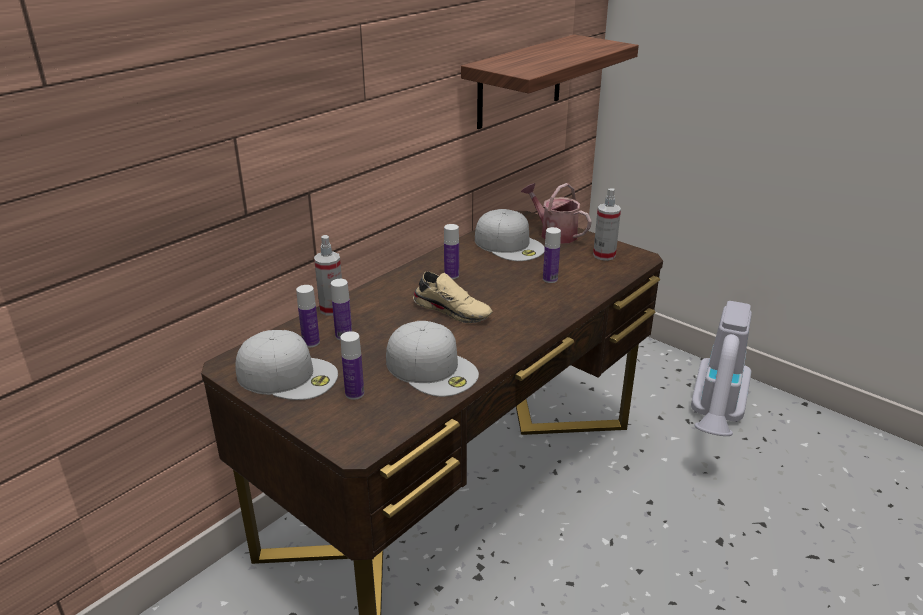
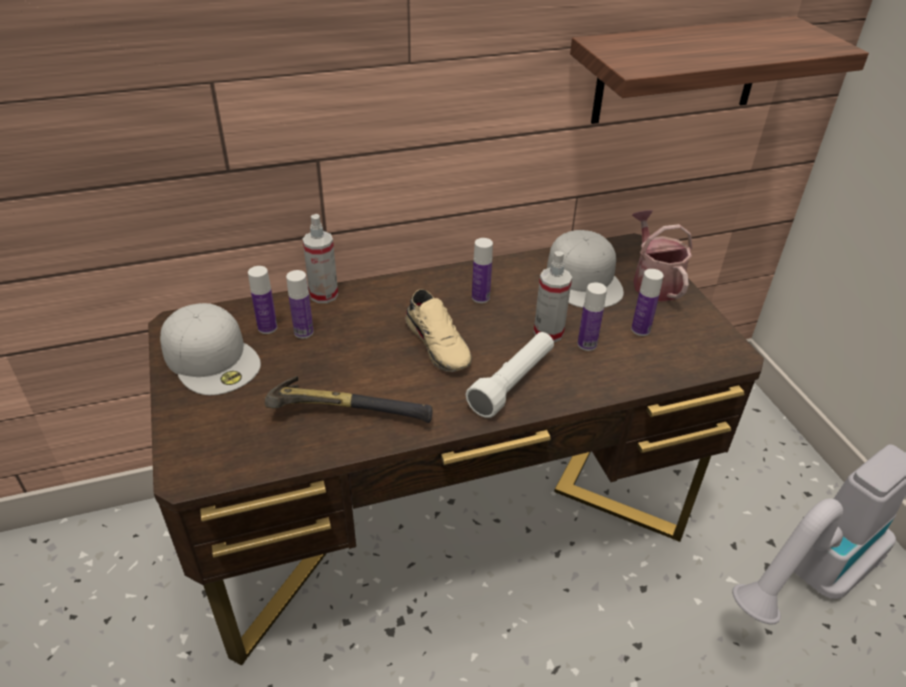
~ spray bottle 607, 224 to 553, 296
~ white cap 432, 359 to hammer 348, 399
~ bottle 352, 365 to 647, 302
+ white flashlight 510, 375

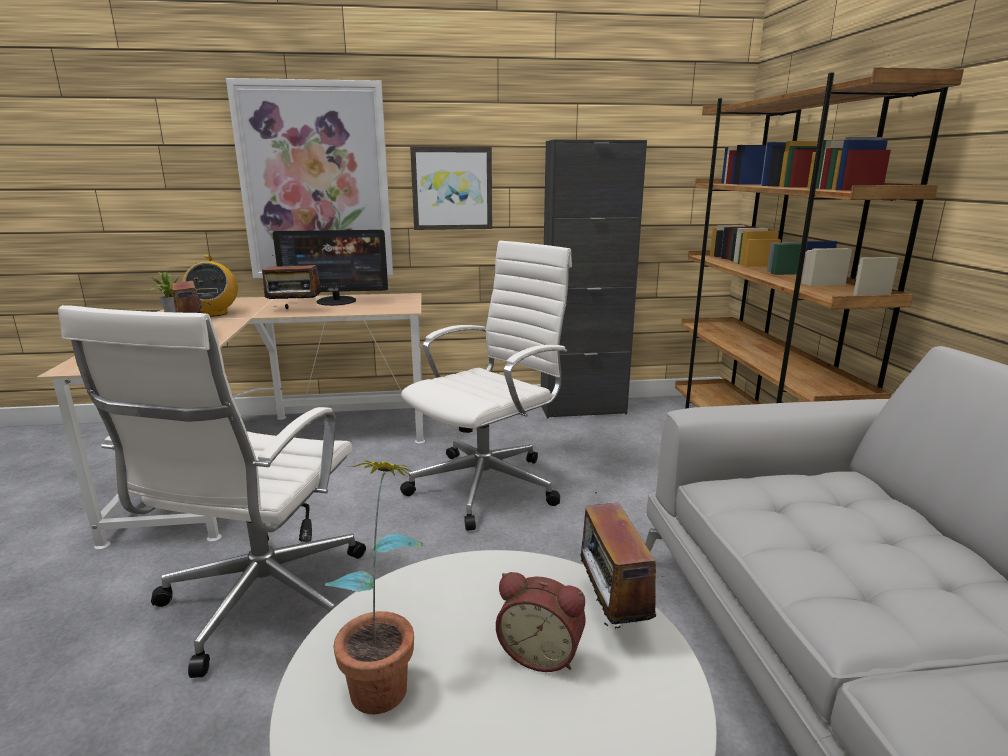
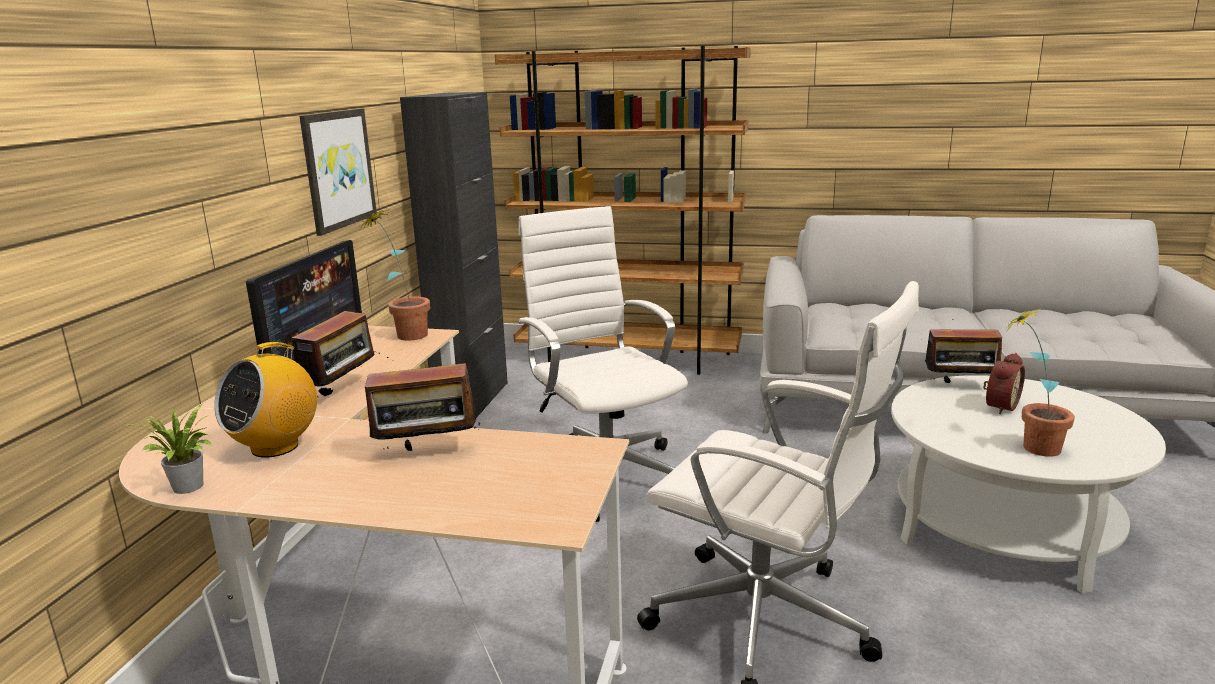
- picture 309, 178
~ radio 210, 286 = 265, 400 120 degrees clockwise
+ potted plant 394, 274

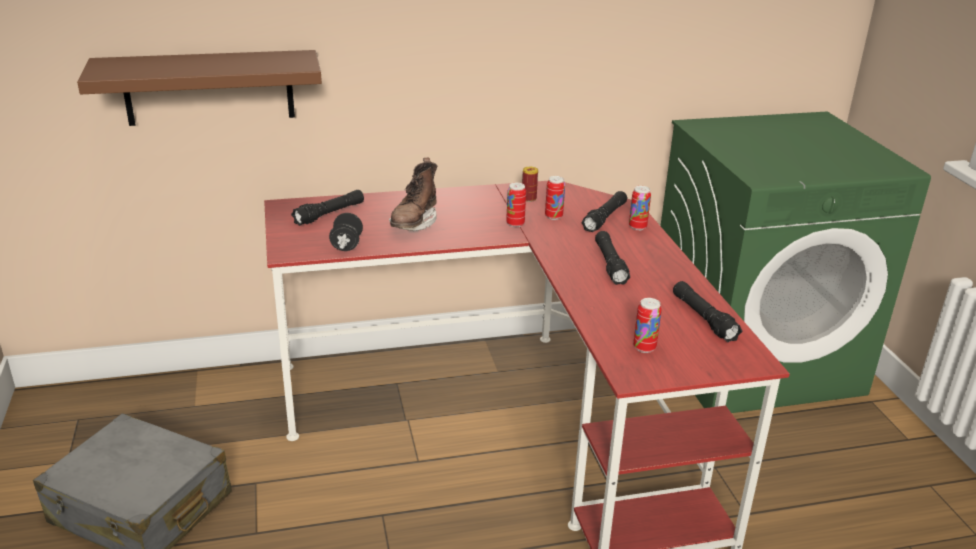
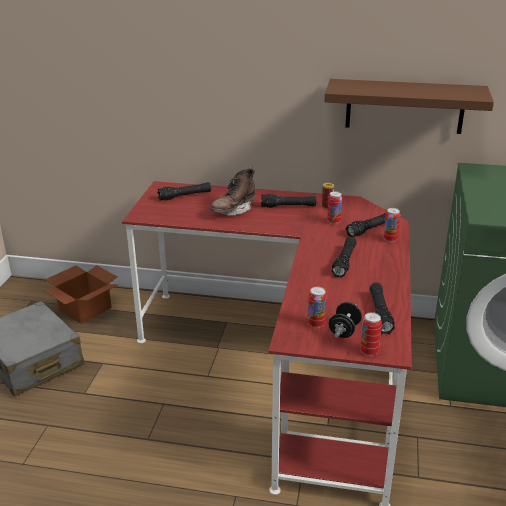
~ brown shelf 199, 88 to 409, 106
~ can 516, 205 to 371, 334
~ black dumbbell 346, 232 to 345, 320
+ black flashlight 288, 201
+ cardboard box 81, 294

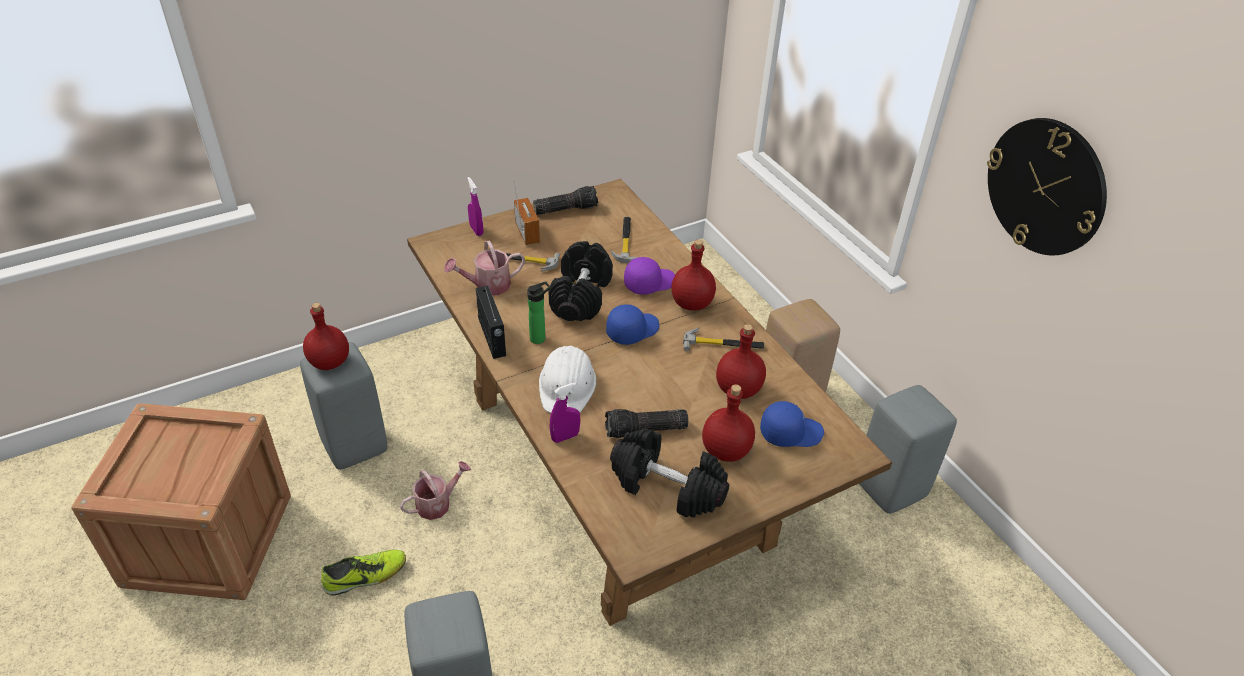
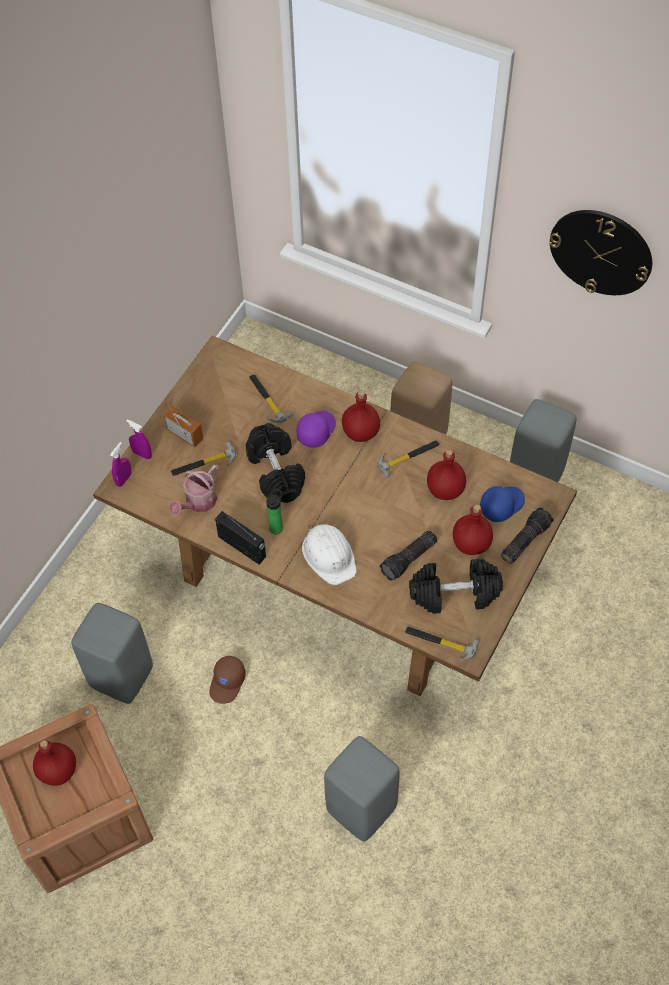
~ flashlight 565, 200 to 527, 535
~ red bottle 326, 336 to 54, 763
- blue cap 632, 324
~ purple spray bottle 565, 412 to 121, 464
~ watering can 435, 490 to brown cap 227, 680
- shoe 363, 572
+ hammer 442, 644

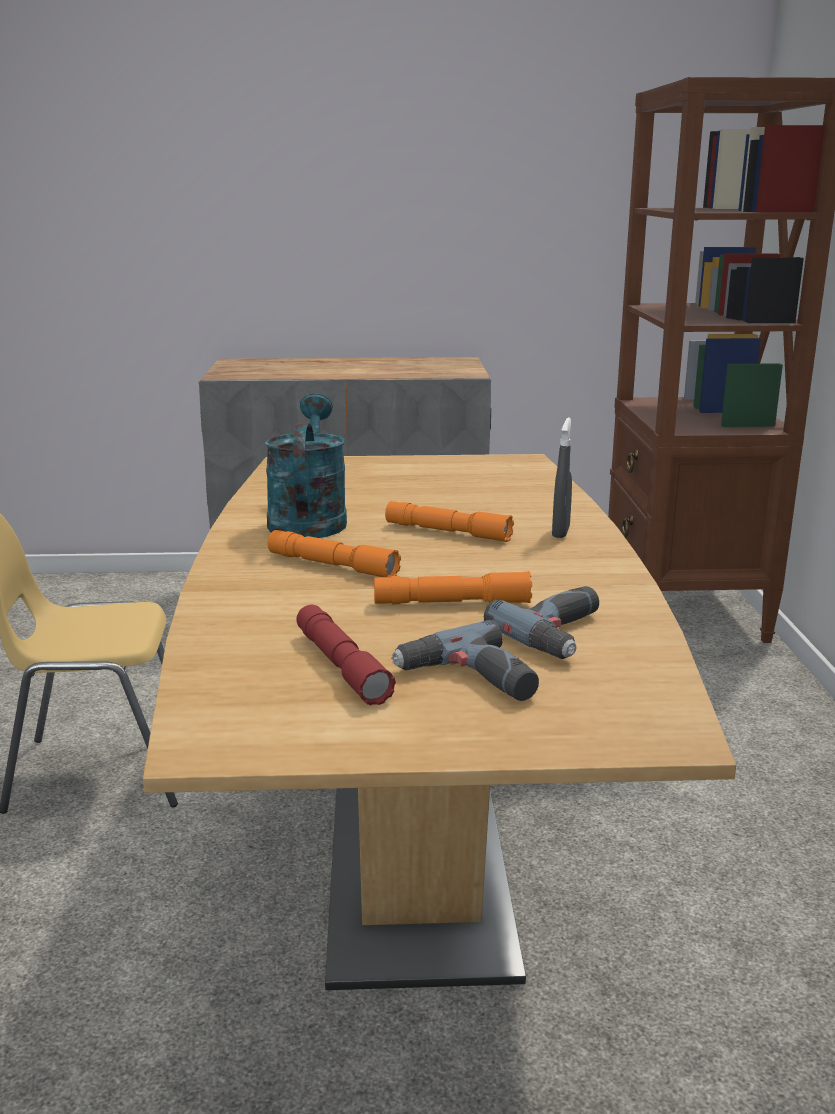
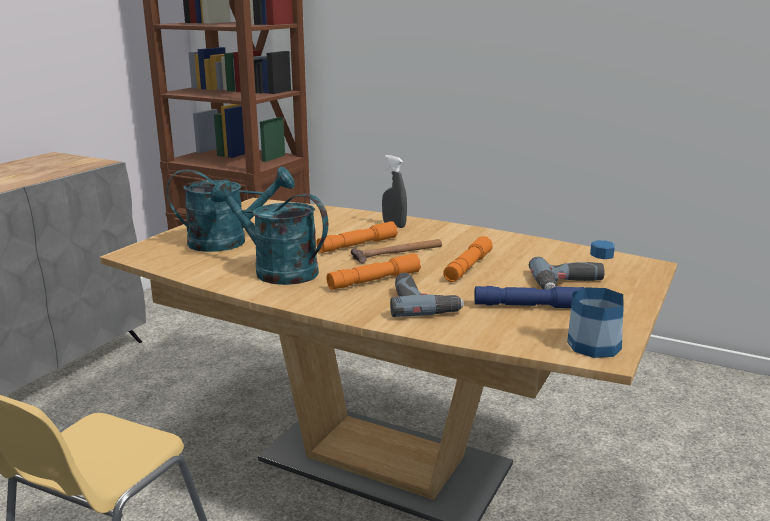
~ power drill 541, 622 to 427, 295
~ red flashlight 346, 655 to blue flashlight 529, 297
+ turquoise watering can 230, 209
+ hammer 396, 251
+ bottle 595, 299

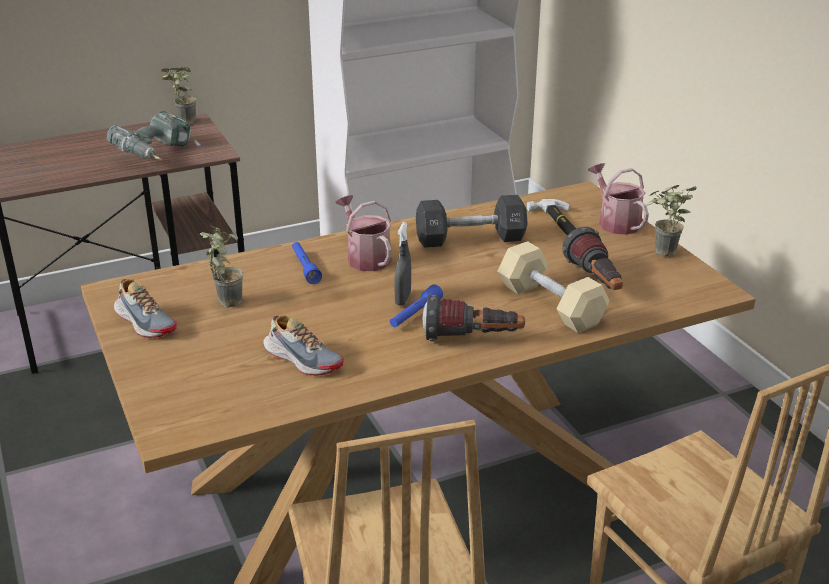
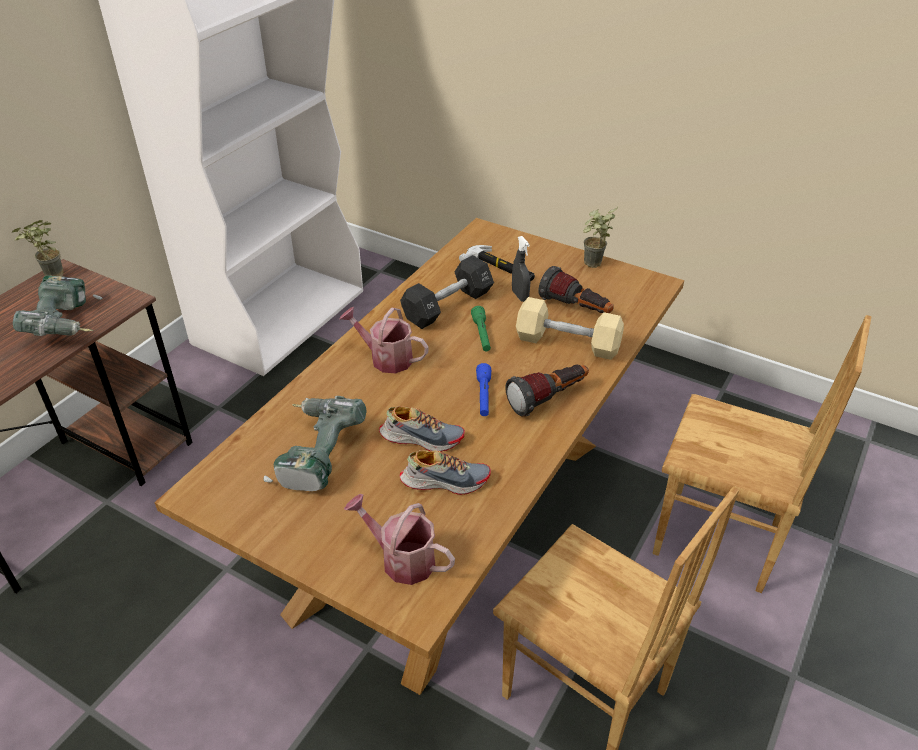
~ watering can 618, 199 to 399, 539
~ grey spray bottle 403, 264 to 521, 269
~ potted plant 221, 266 to power drill 315, 443
- blue flashlight 307, 263
~ shoe 145, 308 to 422, 429
+ green flashlight 481, 328

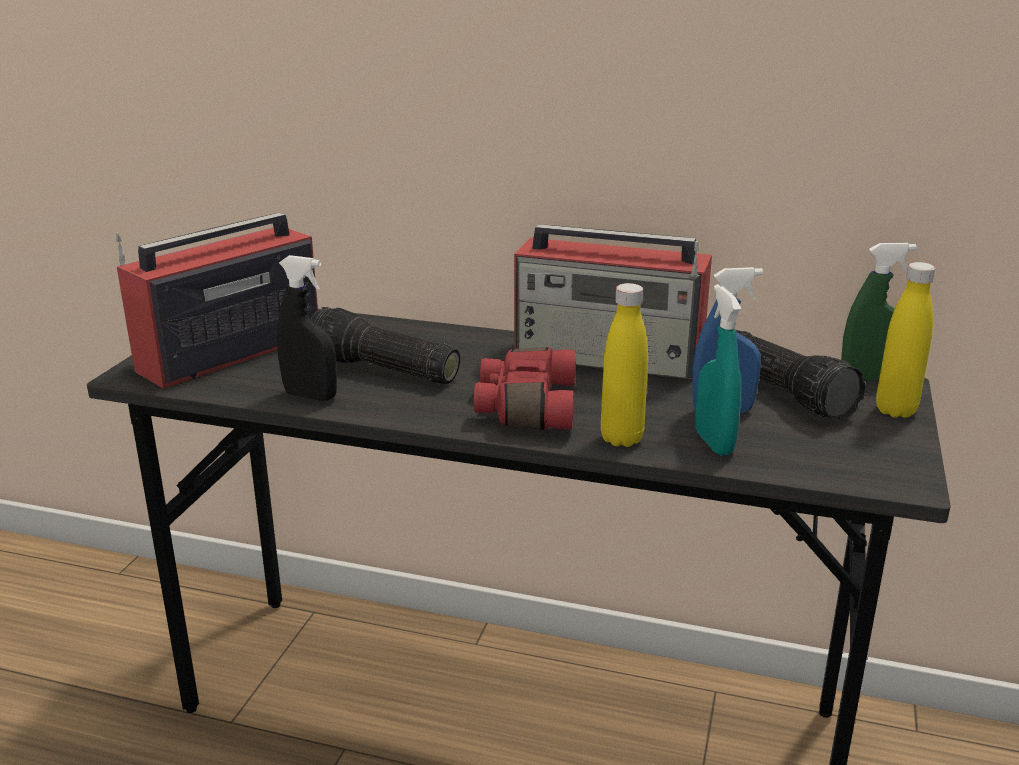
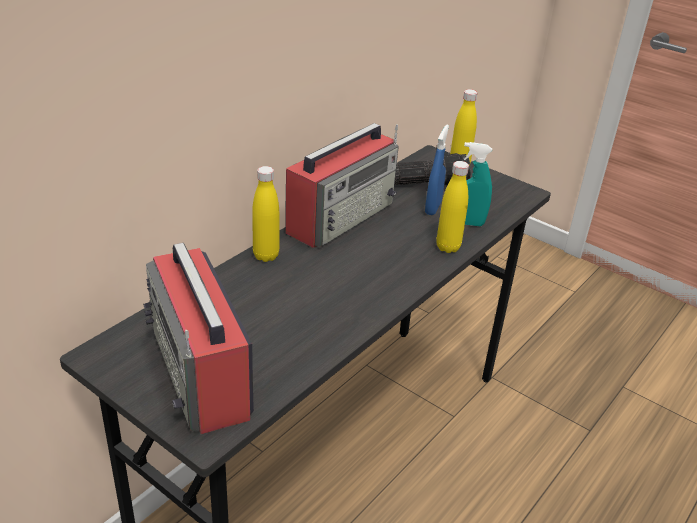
- green spray bottle 879, 311
- black spray bottle 307, 328
- flashlight 385, 345
- red binoculars 525, 388
+ yellow bottle 265, 214

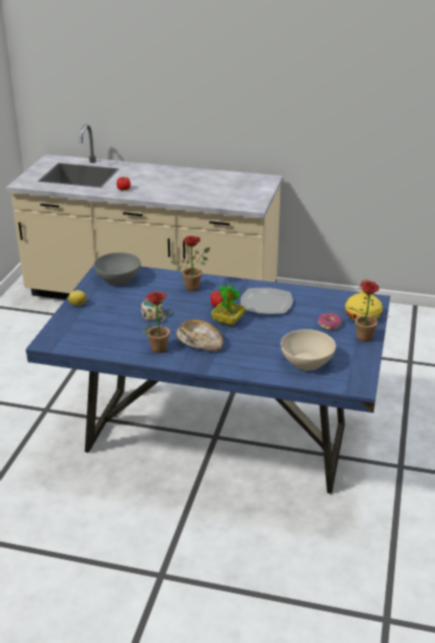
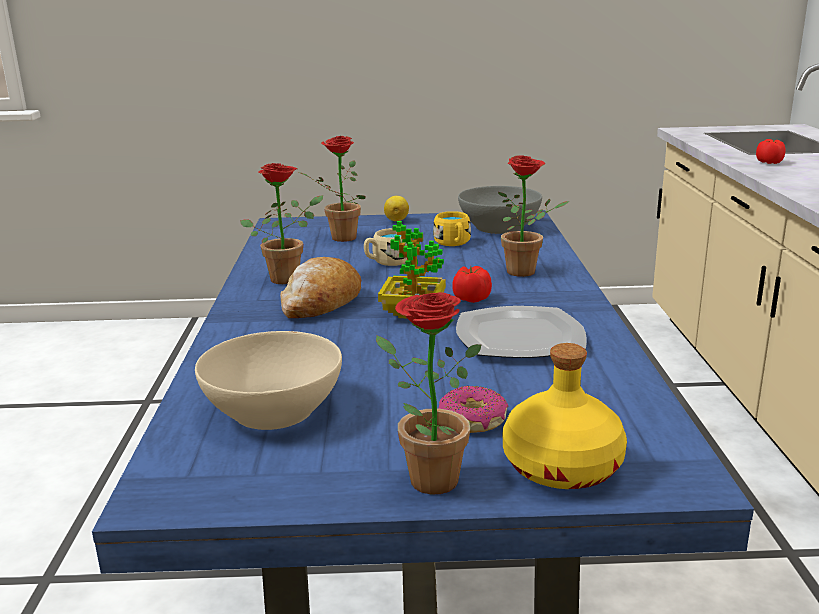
+ potted plant 332, 189
+ yellow mug 452, 228

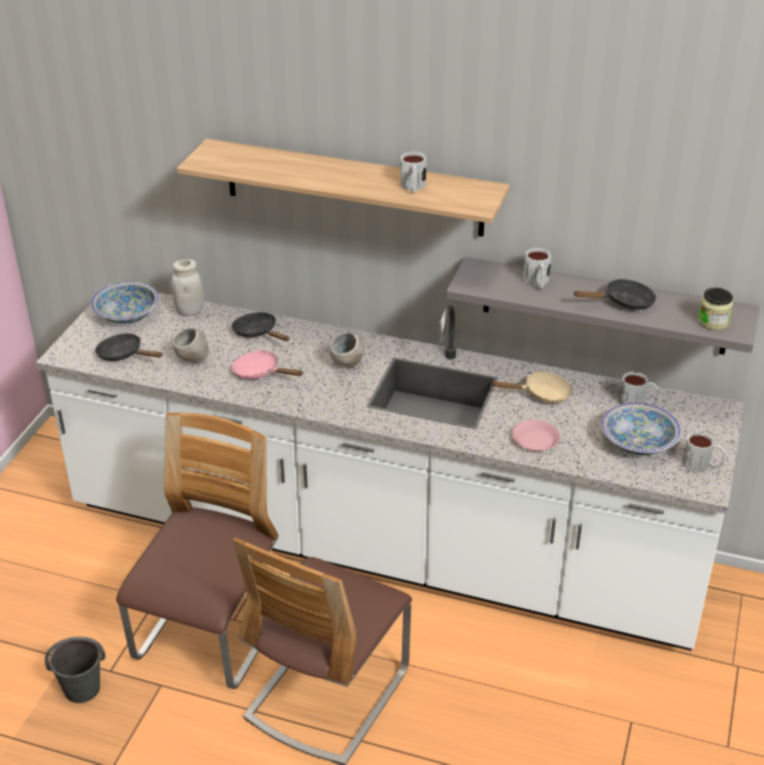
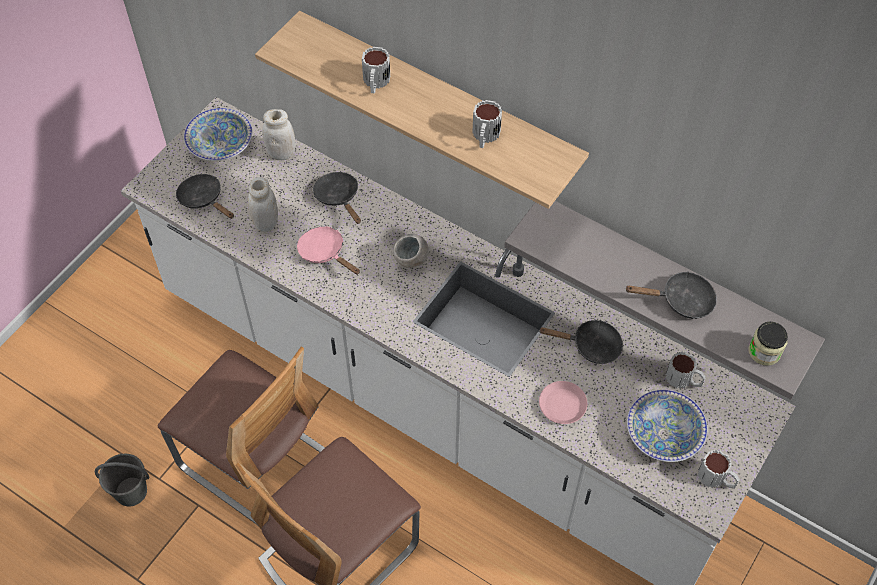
~ mug 537, 268 to 376, 70
~ grey bowl 191, 346 to white jar 263, 204
~ beige frying pan 532, 387 to black frying pan 580, 342
~ chair 197, 551 = 241, 435 90 degrees clockwise

